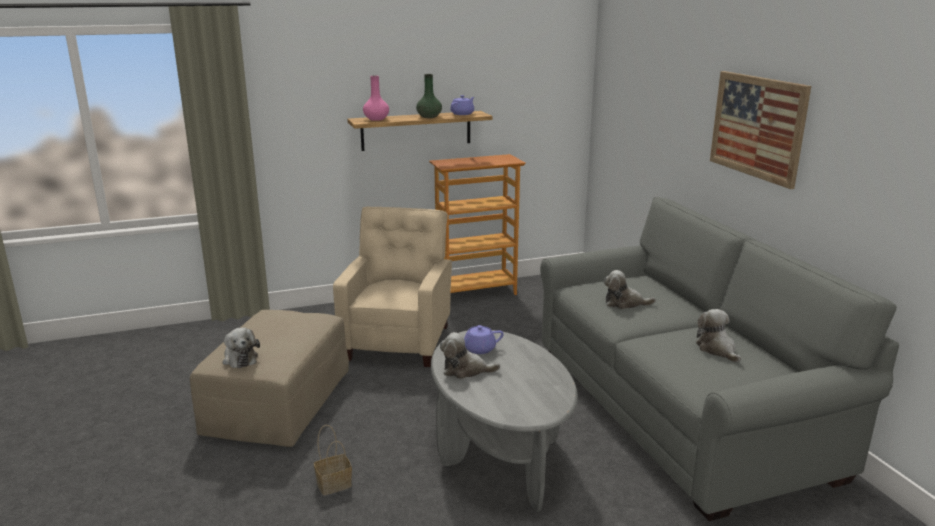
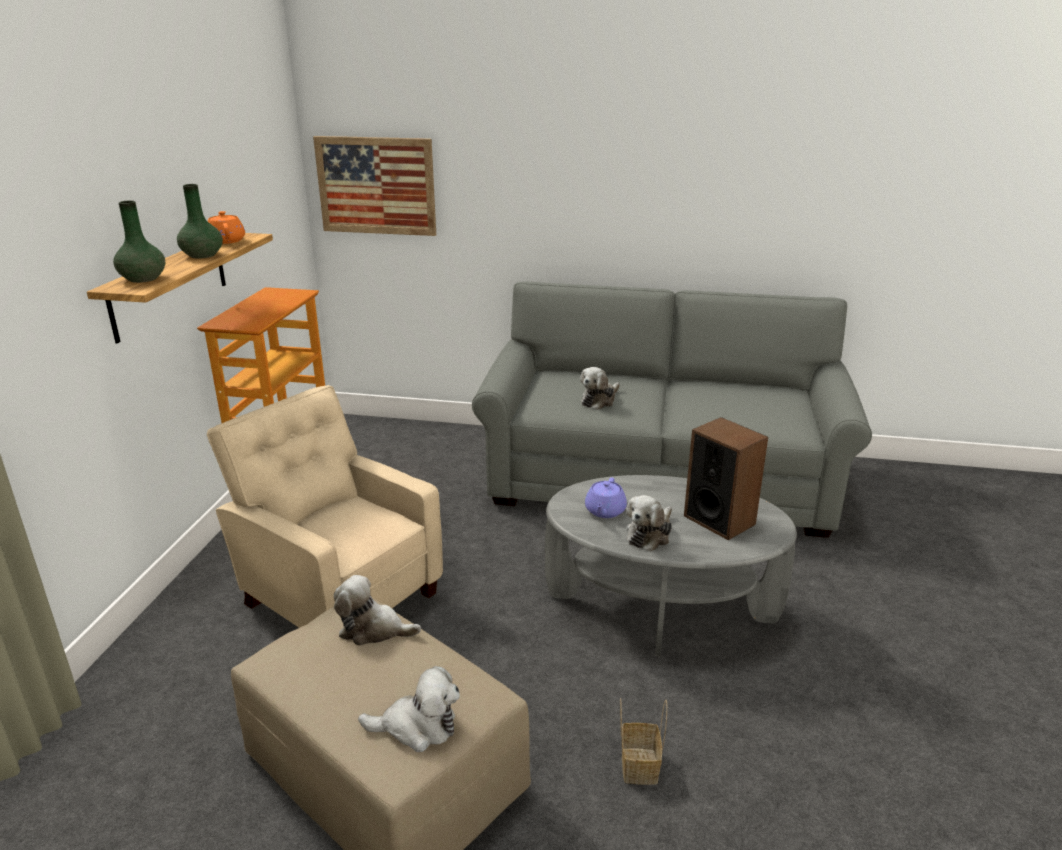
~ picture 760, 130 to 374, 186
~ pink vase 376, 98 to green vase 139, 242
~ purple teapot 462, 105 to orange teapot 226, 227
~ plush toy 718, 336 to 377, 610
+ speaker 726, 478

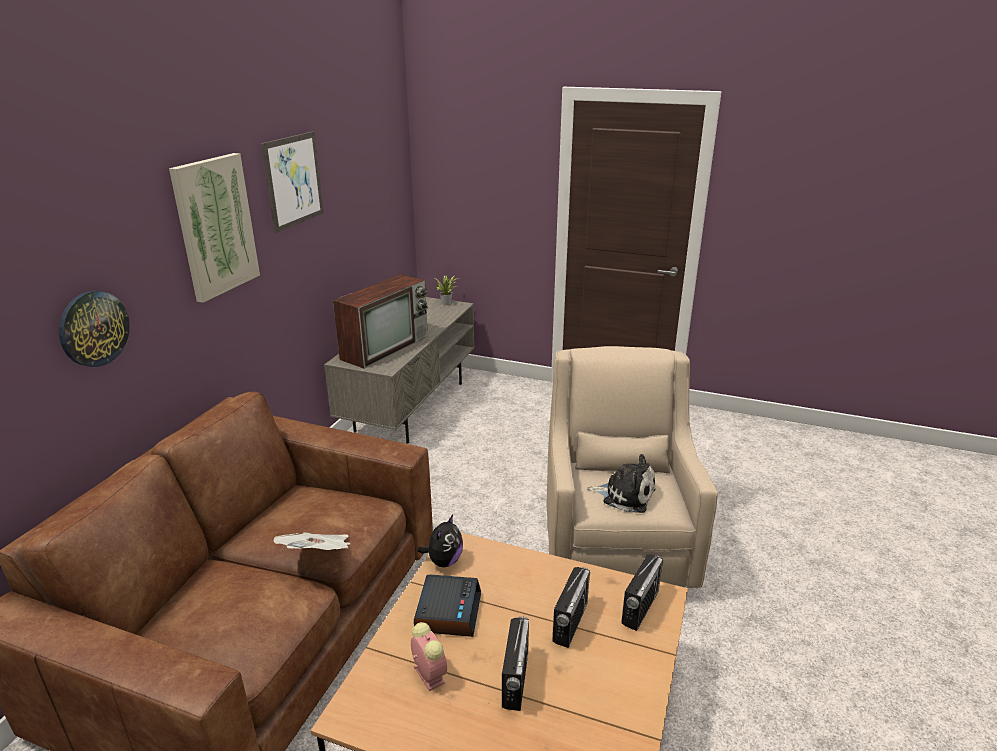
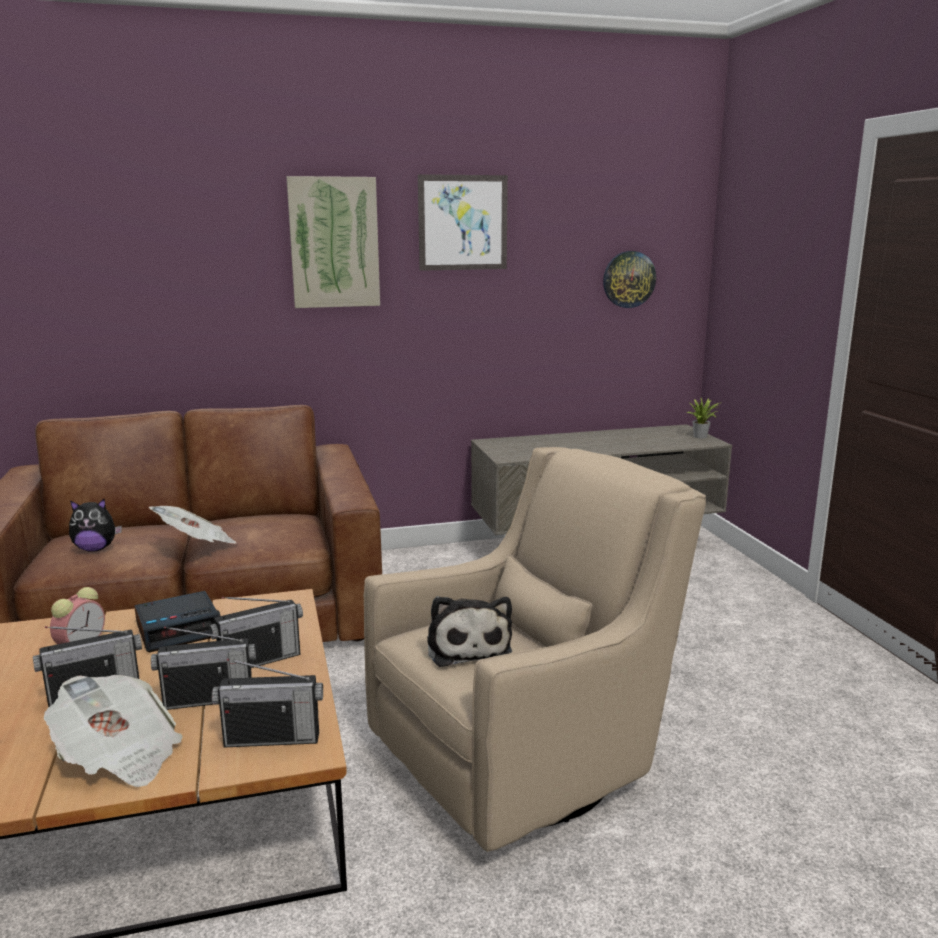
- television 381, 321
~ wall clock 94, 329 to 629, 279
~ plush toy 440, 540 to 95, 525
+ radio 256, 632
+ newspaper 113, 731

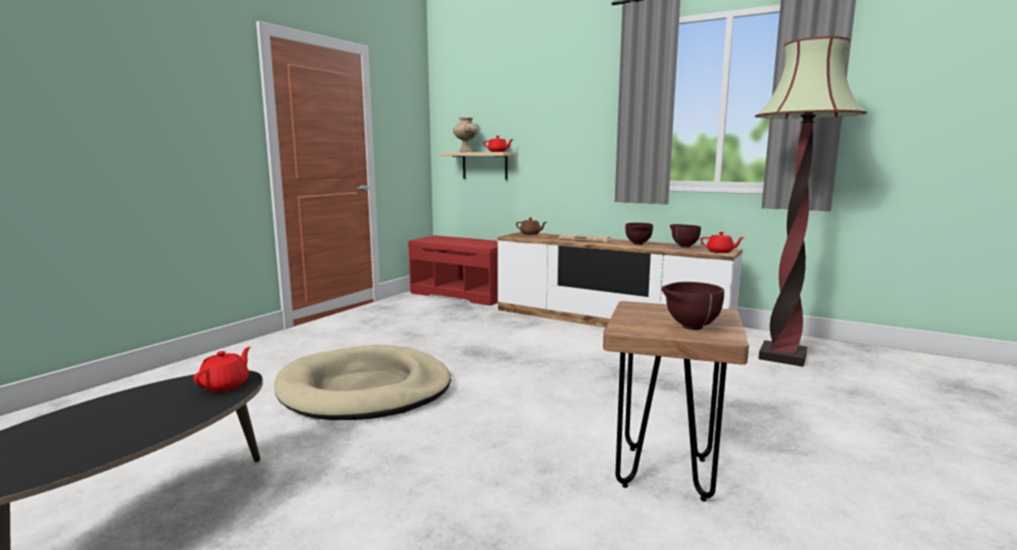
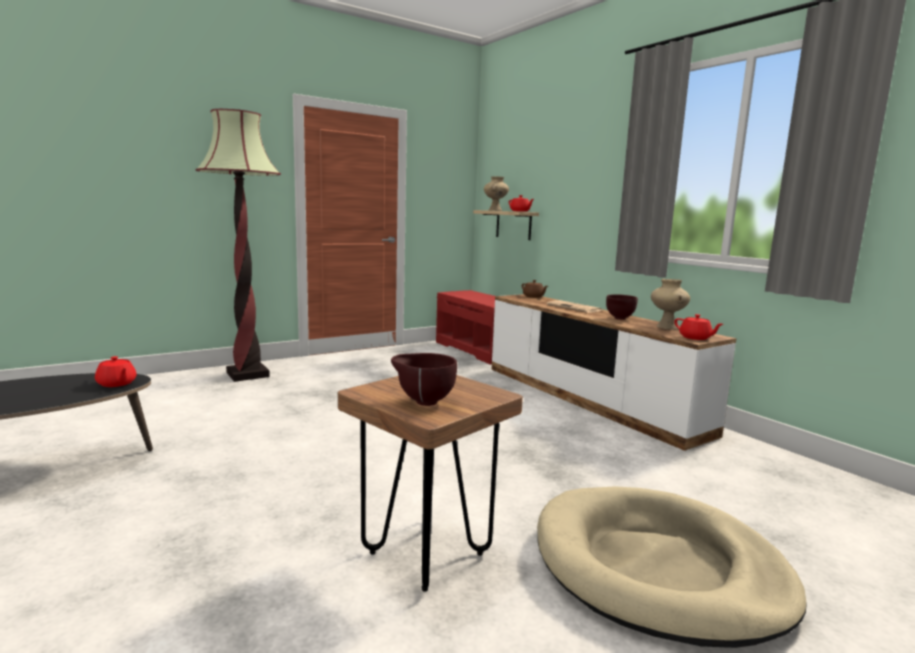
~ floor lamp 811, 201 to 238, 245
~ brown bowl 685, 236 to beige vase 670, 304
~ beige dog bed 362, 382 to 672, 567
~ red teapot 221, 369 = 116, 371 90 degrees clockwise

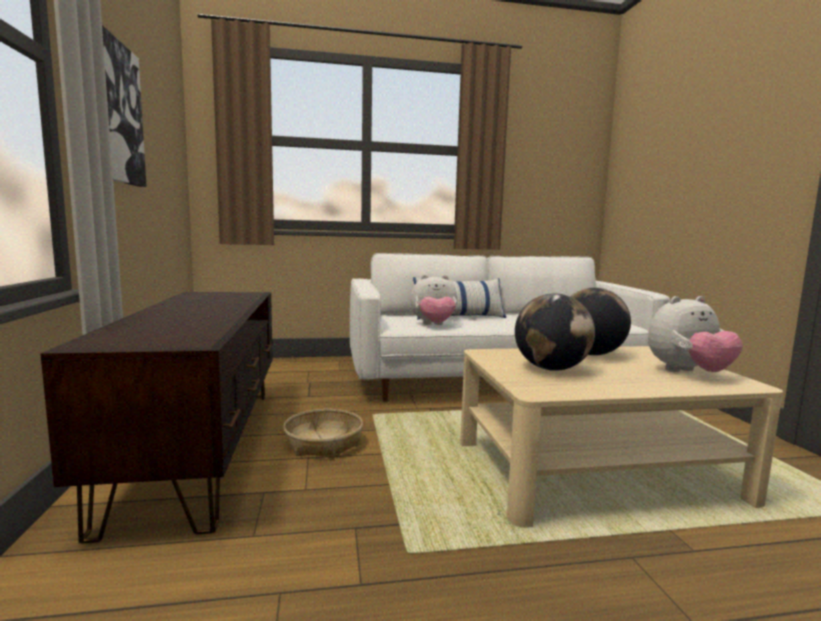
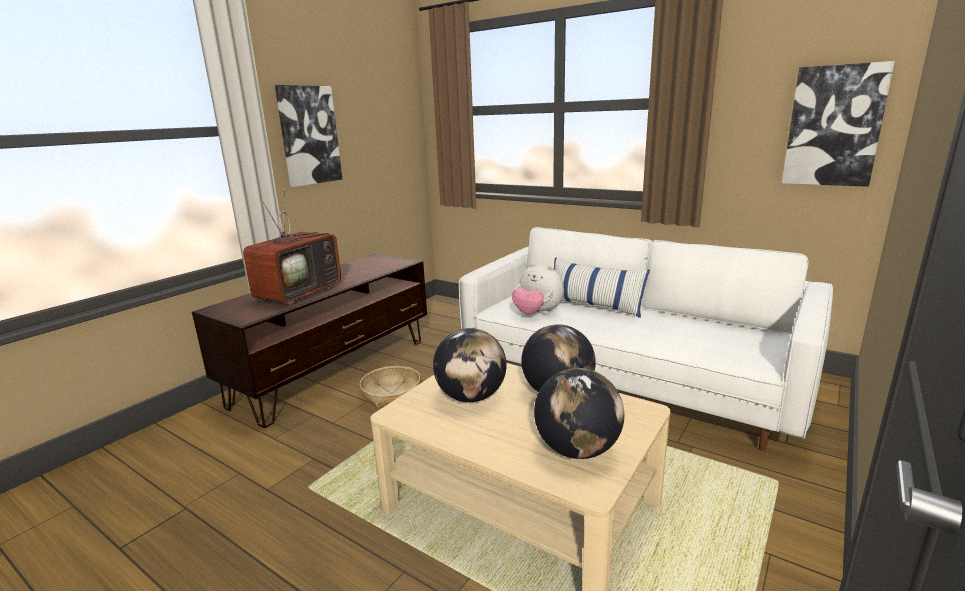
~ plush toy 695, 334 to globe 579, 413
+ picture 838, 124
+ television 292, 246

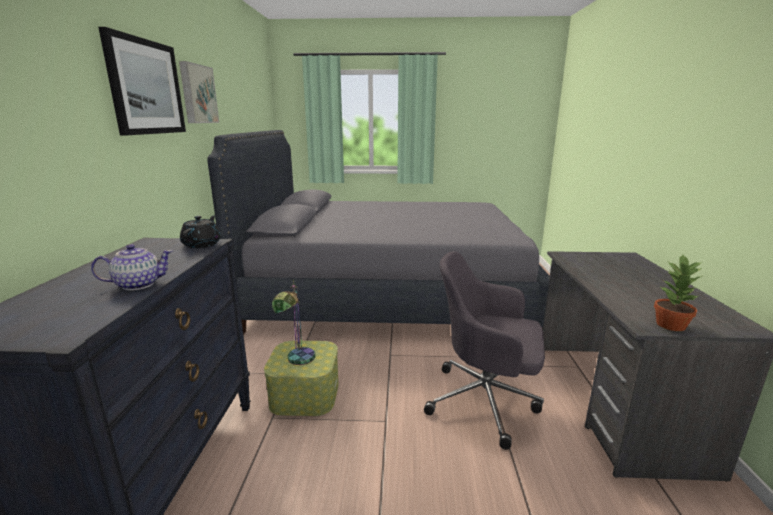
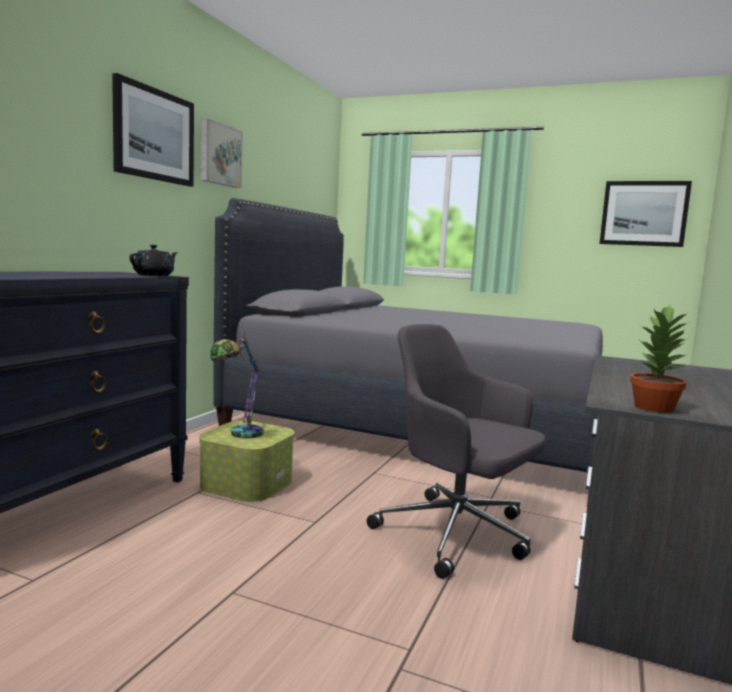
- teapot 132, 267
+ picture 646, 214

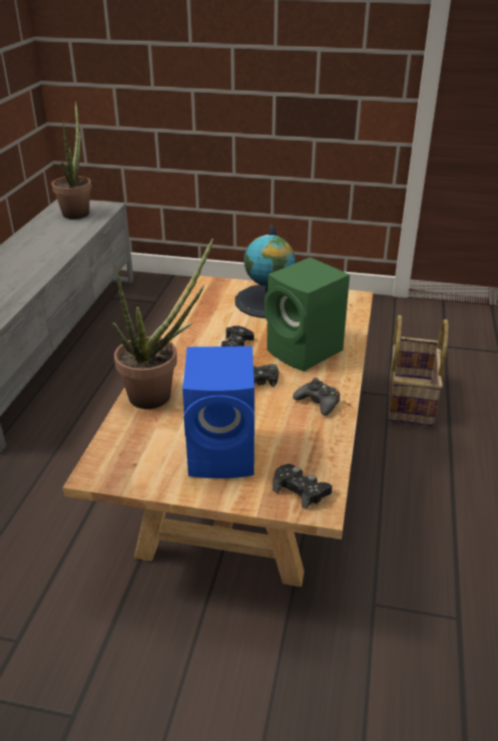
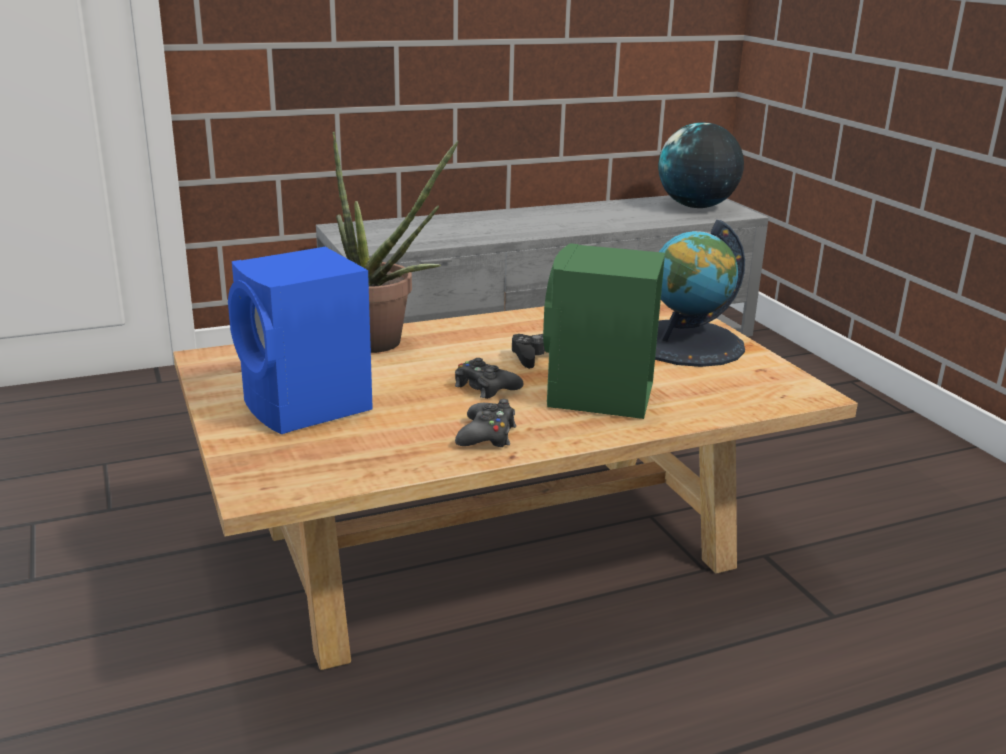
~ potted plant 72, 160 to globe 701, 165
- basket 418, 370
- black game controller 302, 486

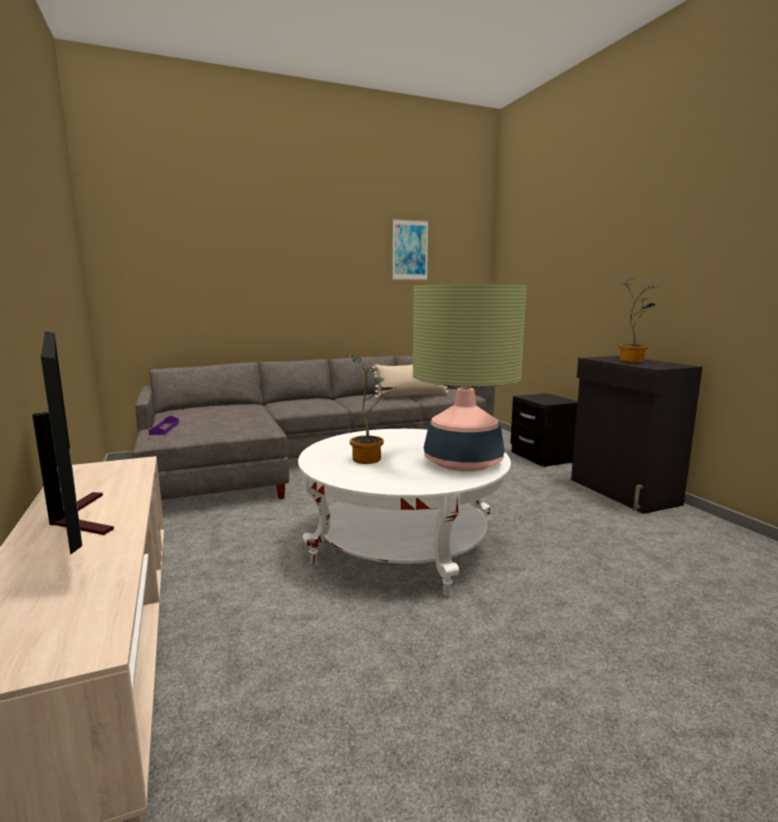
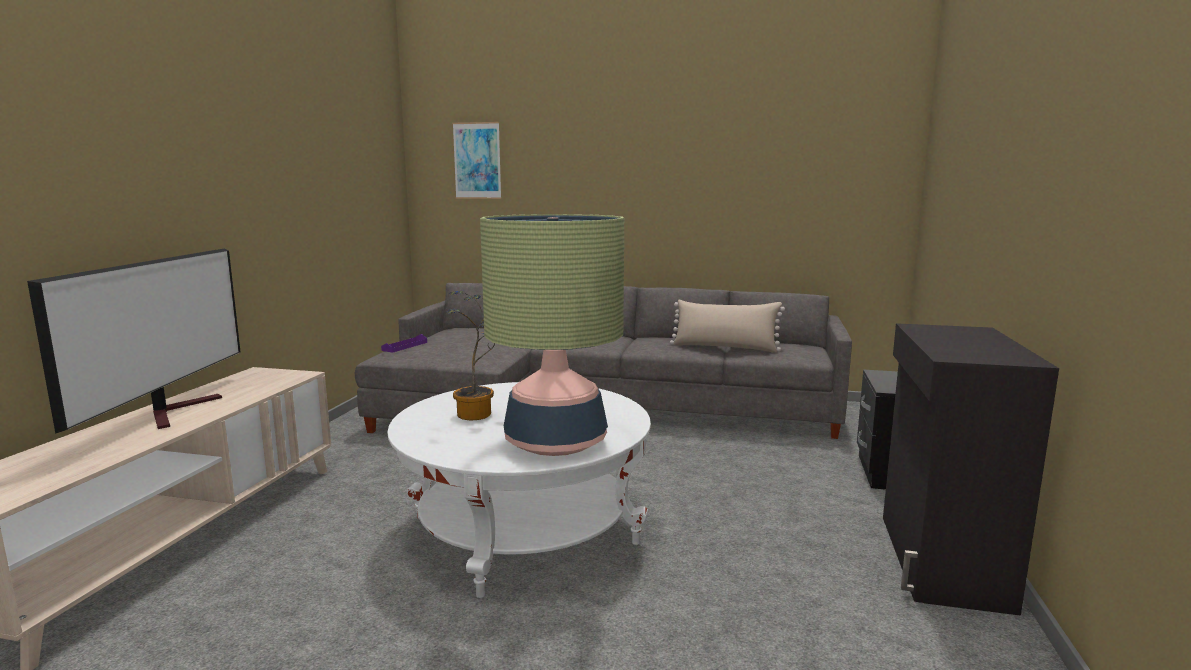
~ picture 410, 250 to 476, 160
- potted plant 639, 320

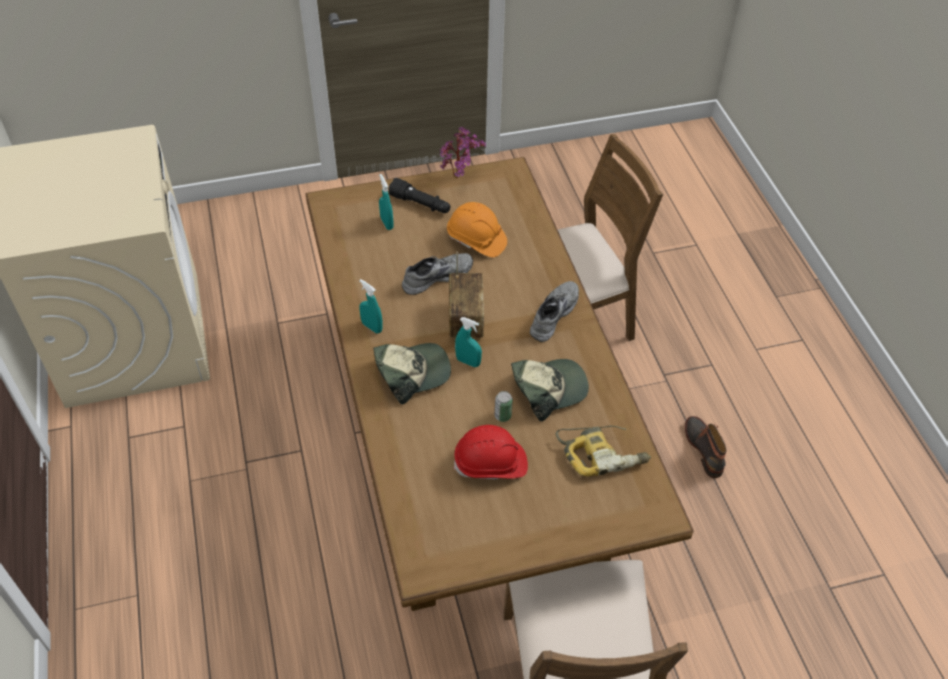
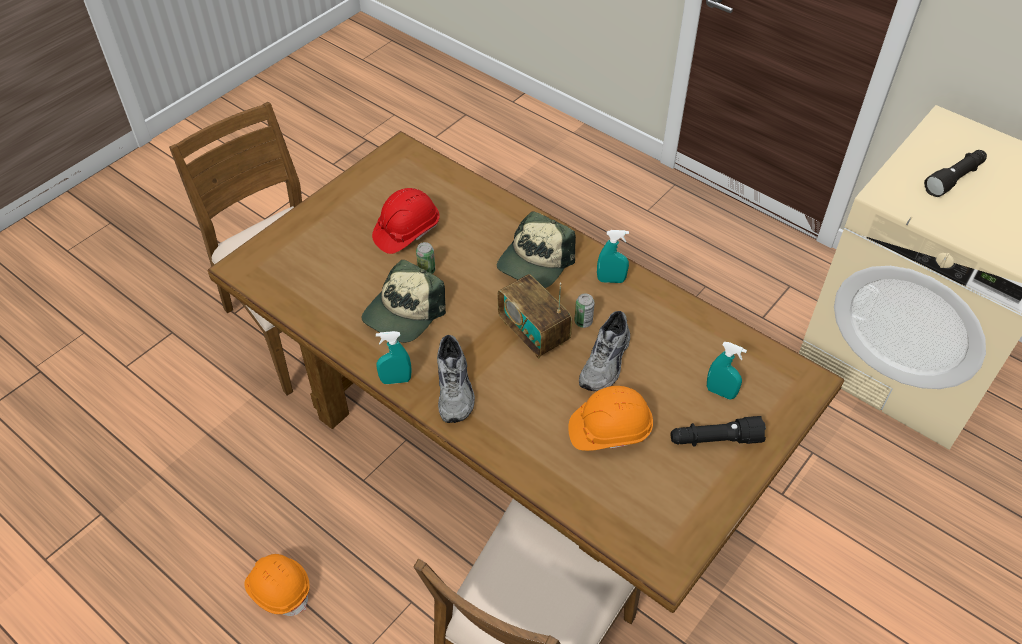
- potted plant 463, 152
~ turquoise spray bottle 468, 342 to 394, 357
~ boot 706, 447 to orange hard hat 277, 585
- power drill 603, 451
+ black flashlight 955, 173
+ can 584, 310

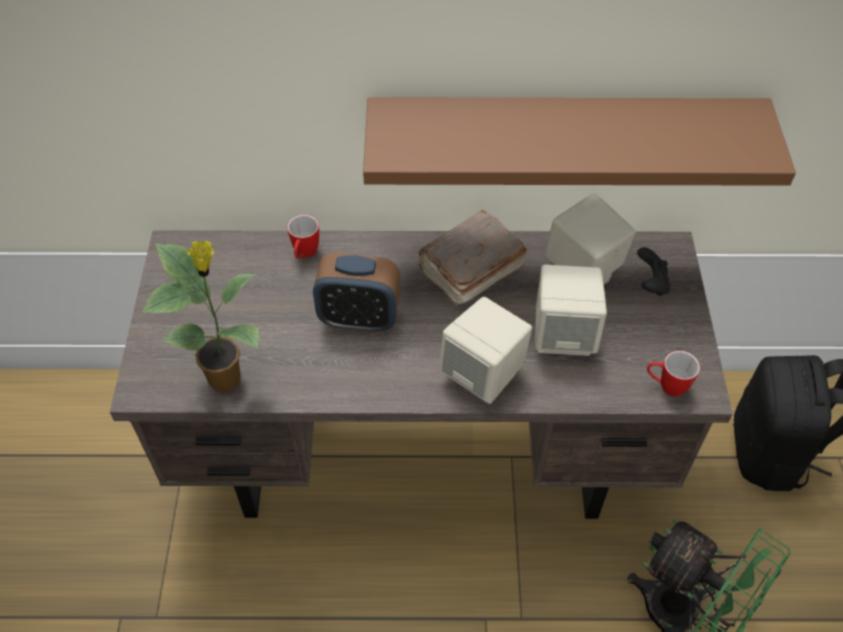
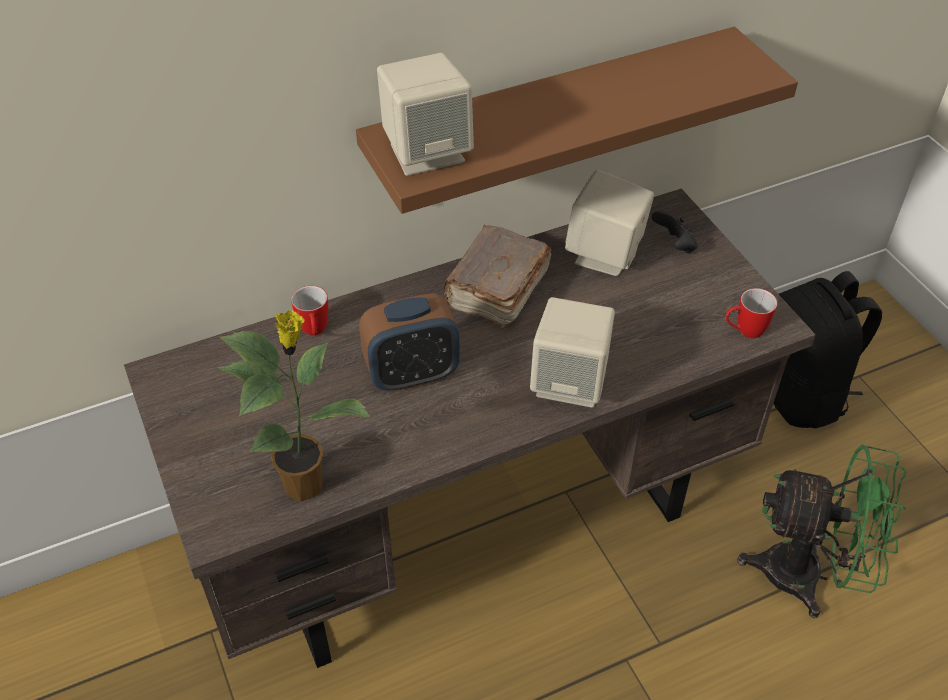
~ beige speaker 571, 310 to 425, 114

